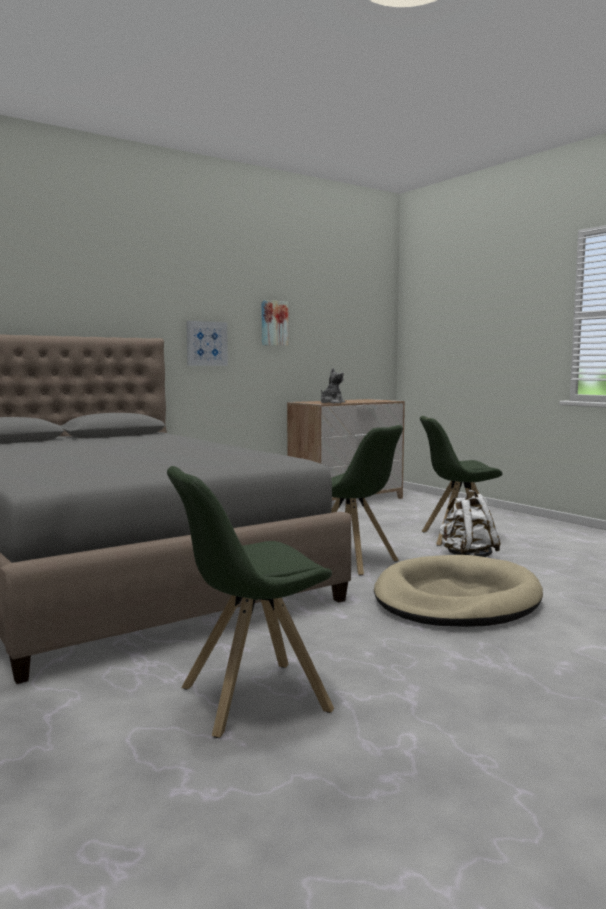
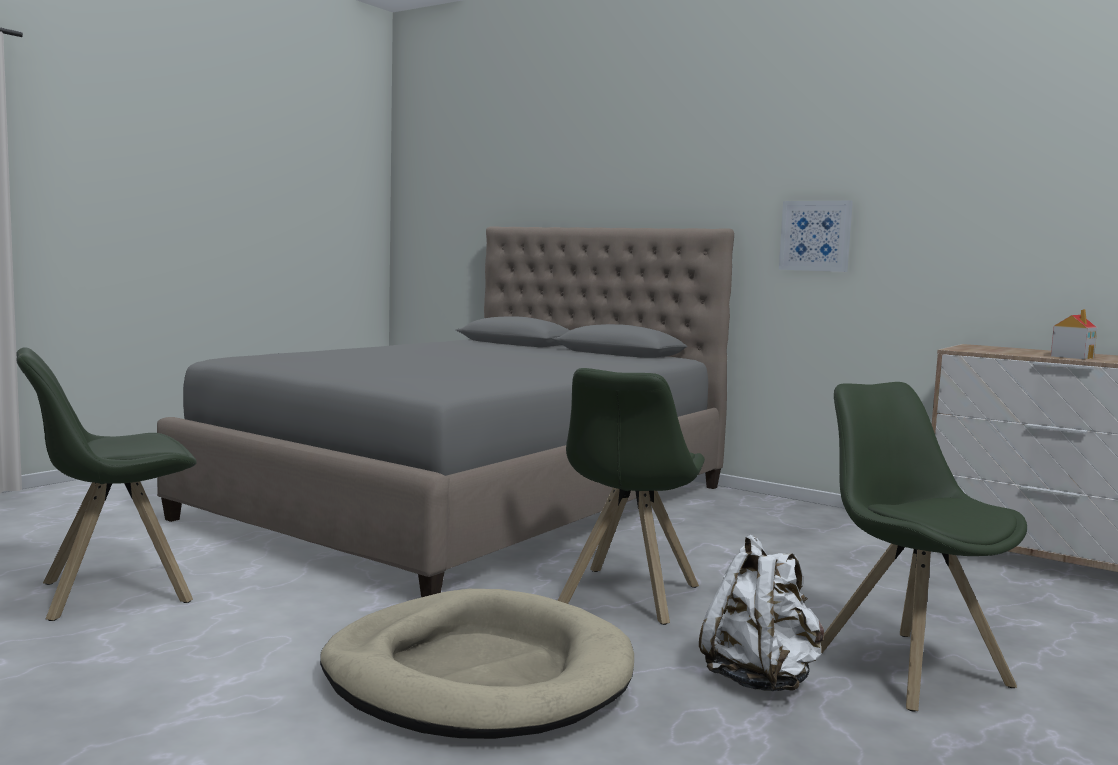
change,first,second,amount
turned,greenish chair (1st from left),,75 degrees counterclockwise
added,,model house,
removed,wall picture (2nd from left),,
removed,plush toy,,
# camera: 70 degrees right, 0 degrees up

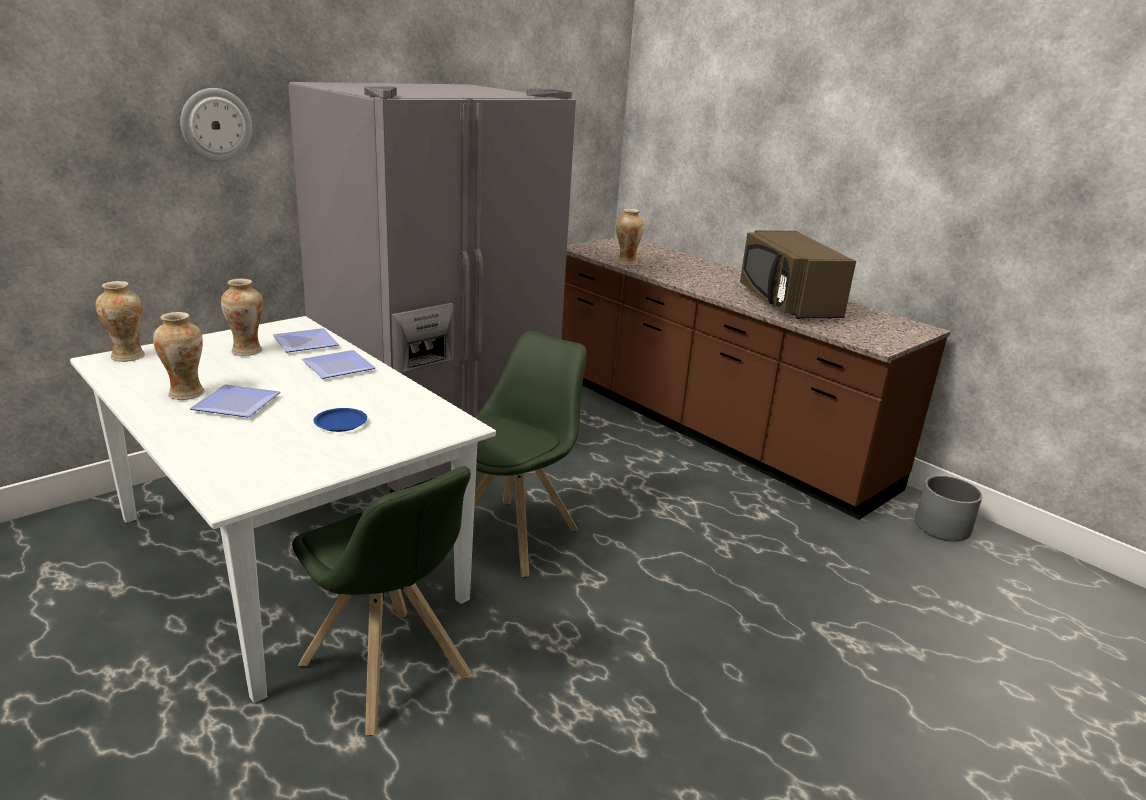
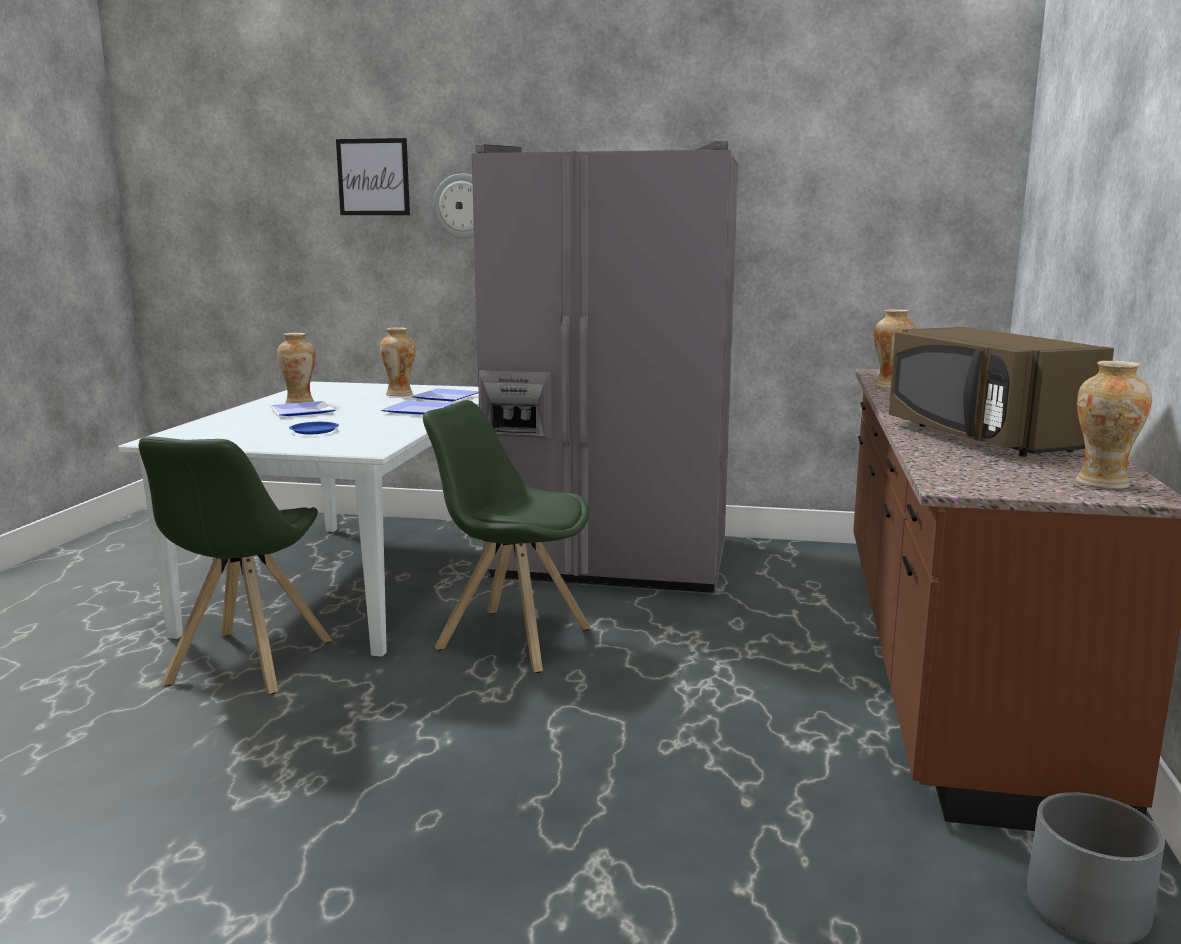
change,first,second,amount
added,,wall picture,
turned,greenish chair (2nd from left),,150 degrees counterclockwise
turned,brown-coloured kitchen microwave,,60 degrees counterclockwise
moved,decorative vase (1st from left in the first image),decorative vase (4th from left),
# camera: 55 degrees right, 10 degrees down

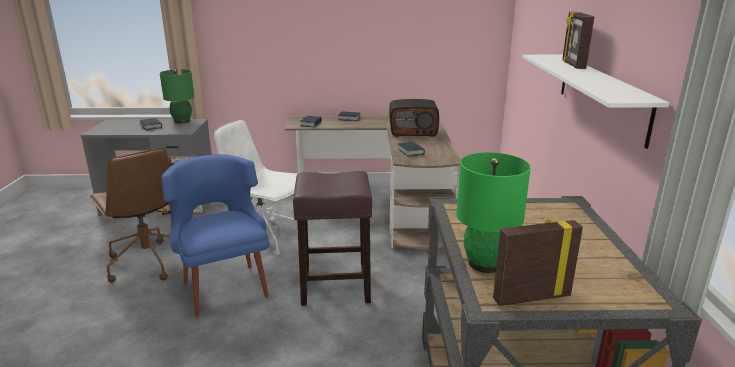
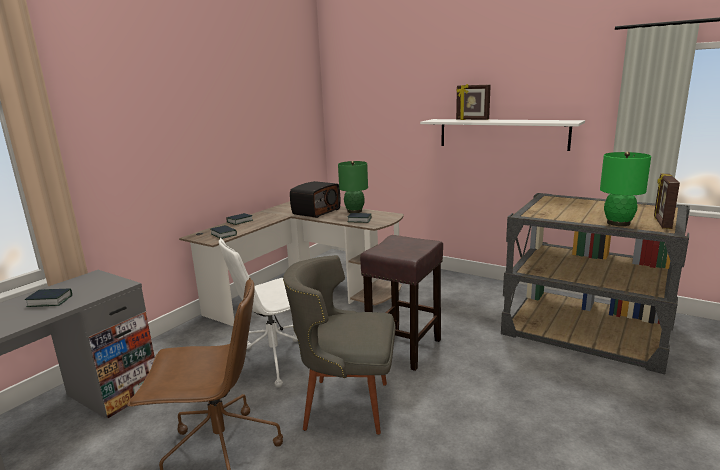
change,first,second,amount
recoloured,blue chair,grey chair,
moved,greenish lamp for a table (1st from left),,
# camera: 55 degrees left, 5 degrees down

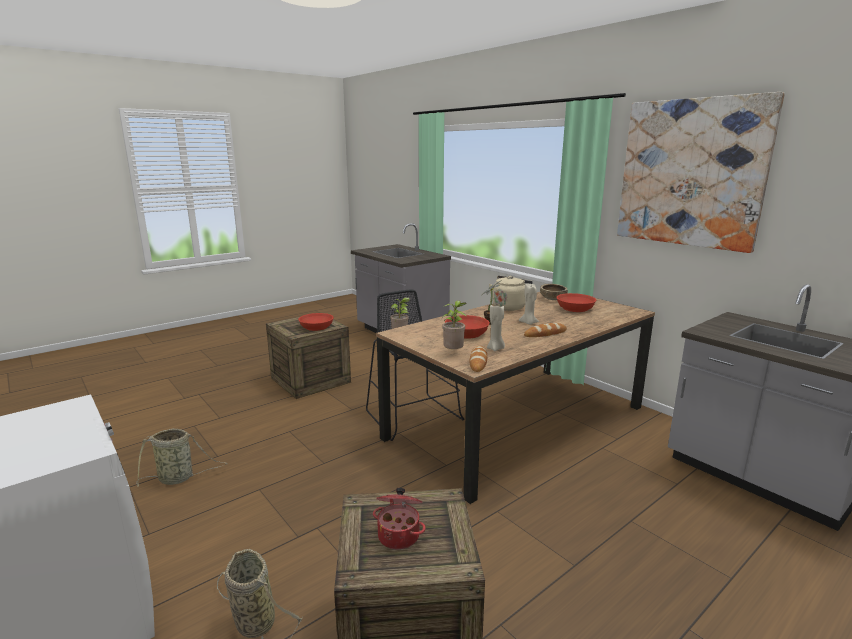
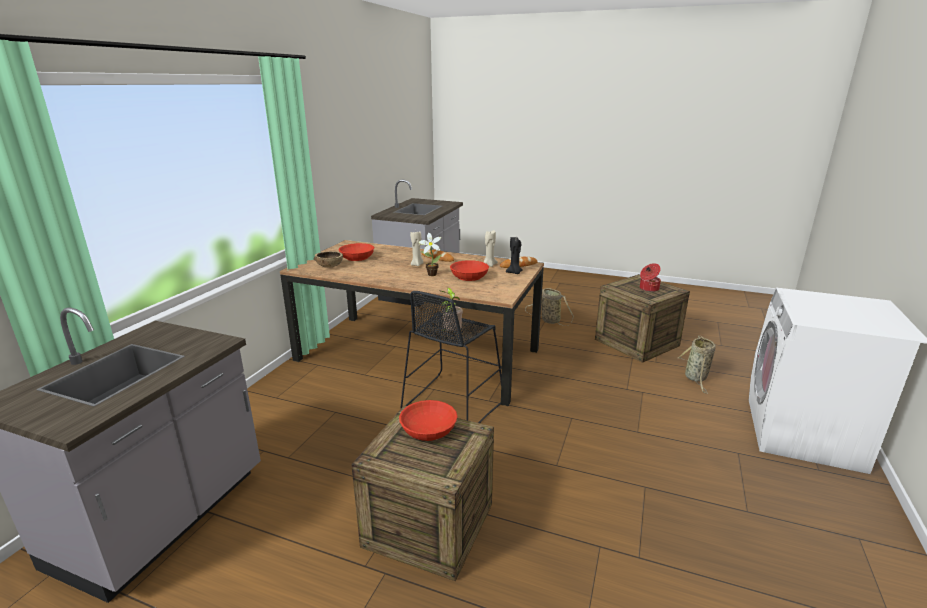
change,first,second,amount
replaced,potted plant (2nd from left),blackish wax candle,
moved,basket (1st from left),,
removed,beige-coloured water kettle,,
removed,wall picture,,
# camera: 120 degrees left, 5 degrees up

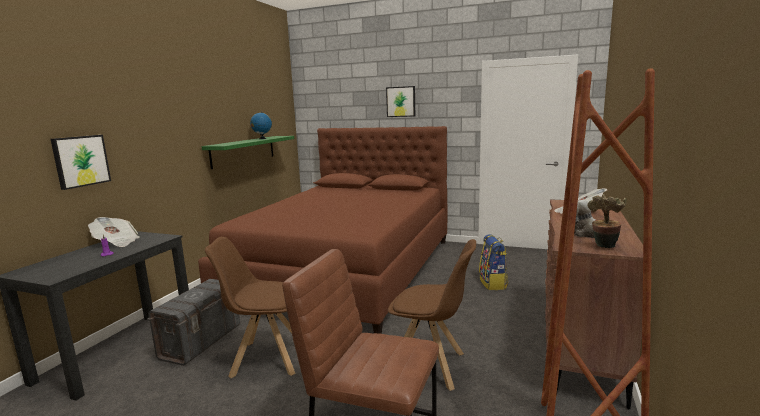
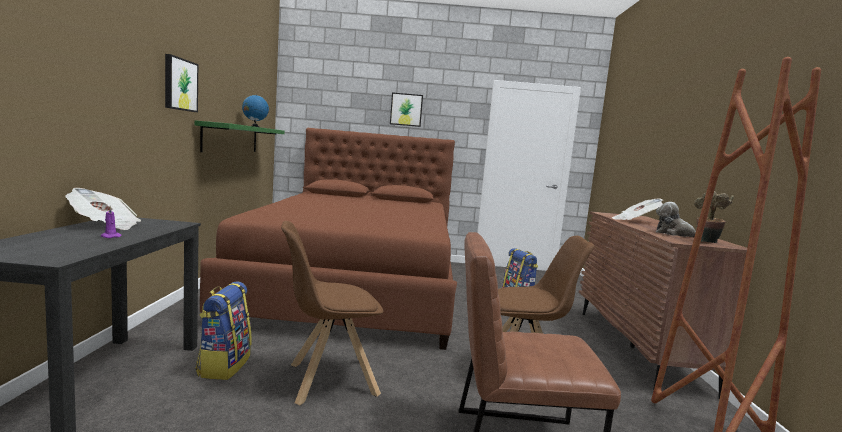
change,first,second,amount
moved,wall picture (1st from left),,
replaced,grey storage box,rucksack (1st from left),
# camera: 20 degrees left, 5 degrees down

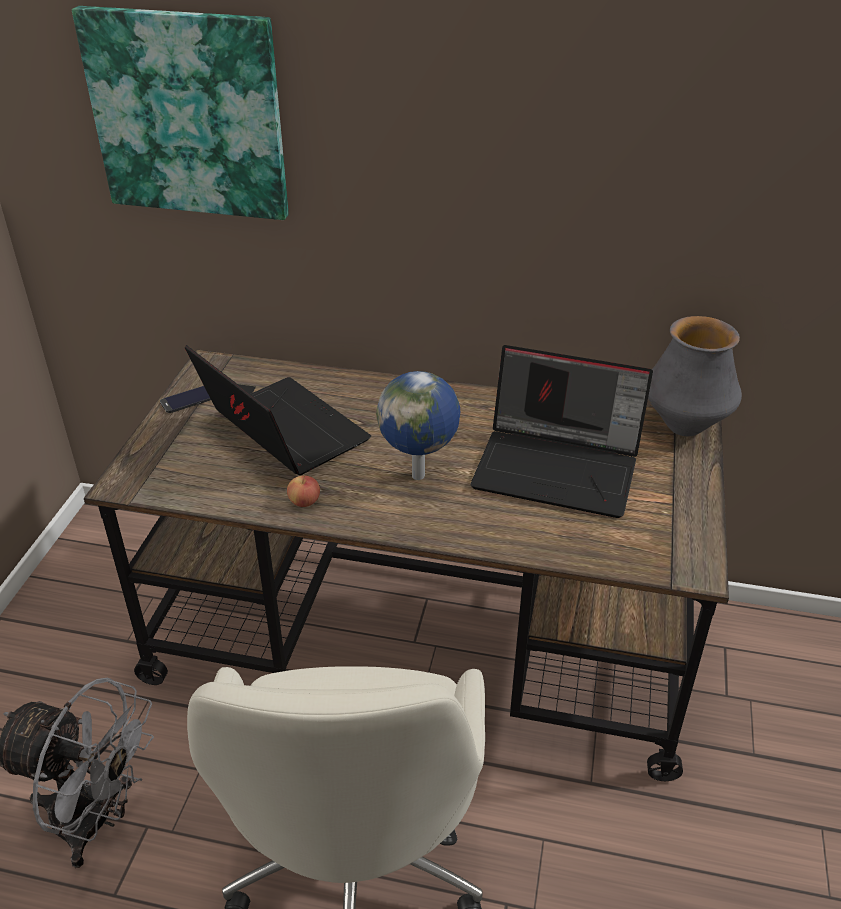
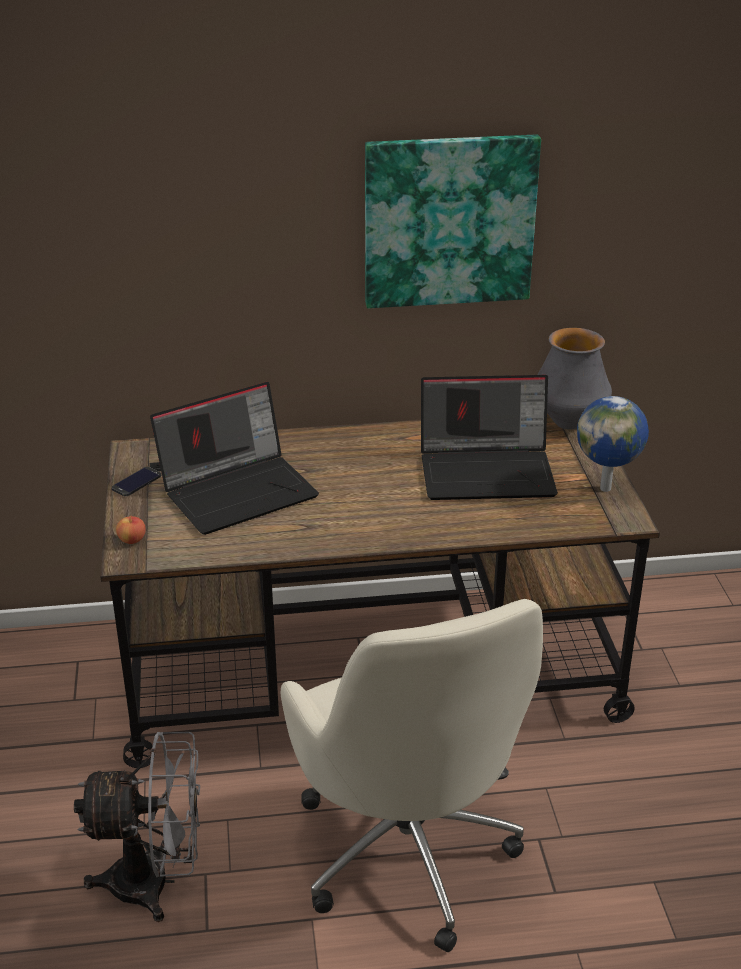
change,first,second,amount
moved,apple,,
turned,portable computer (1st from left),,120 degrees clockwise
moved,wall picture,,
moved,world globe,,
# camera: 20 degrees left, 5 degrees down

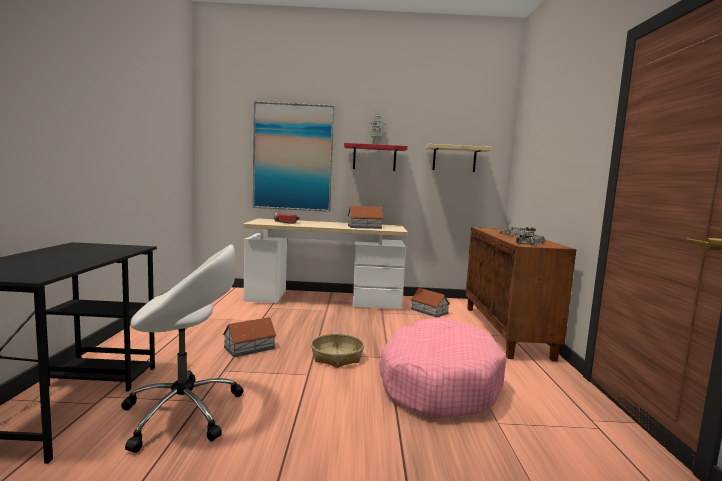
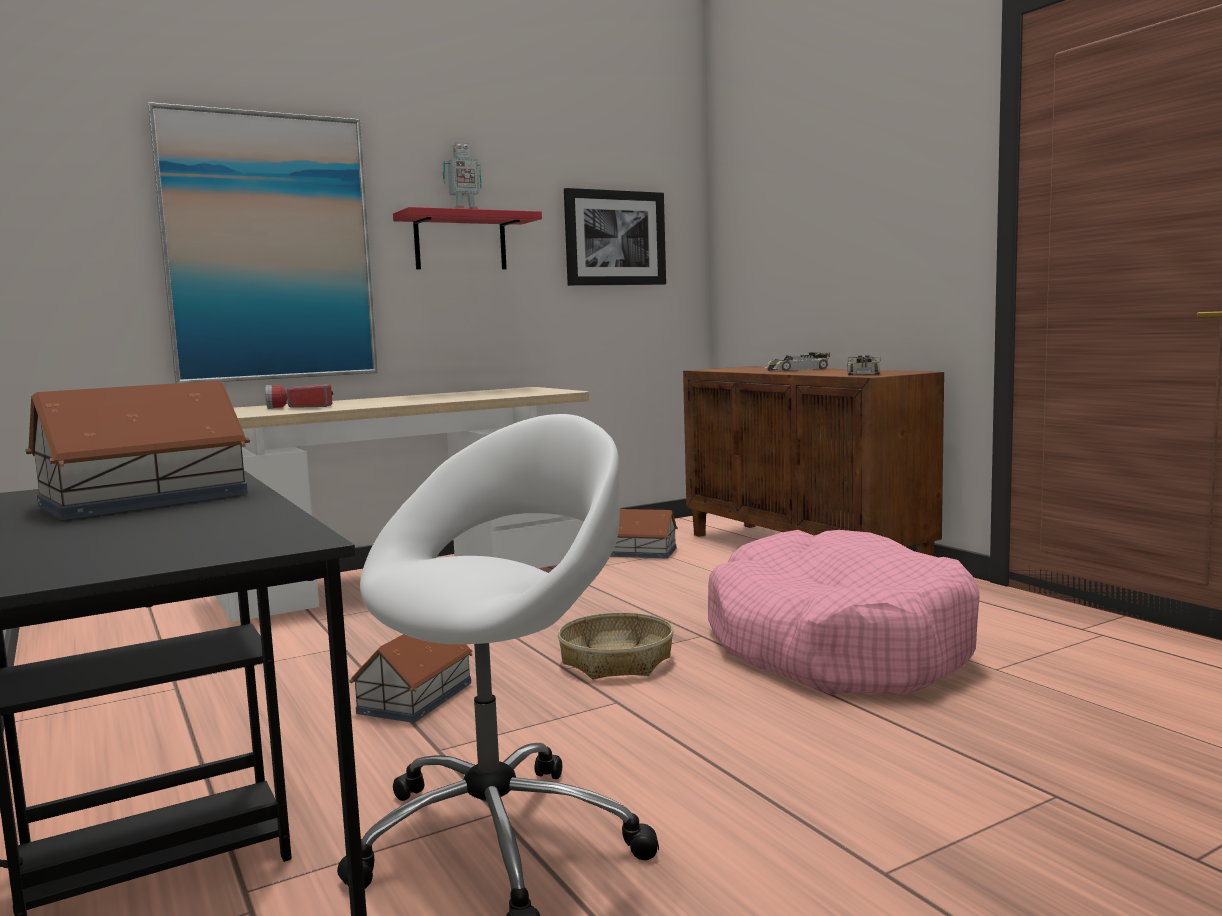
change,first,second,amount
moved,model house (2nd from left in the first image),model house (1st from left),
replaced,beige-coloured bracket shelf,wall picture (2nd from left),
# camera: 30 degrees left, 0 degrees up

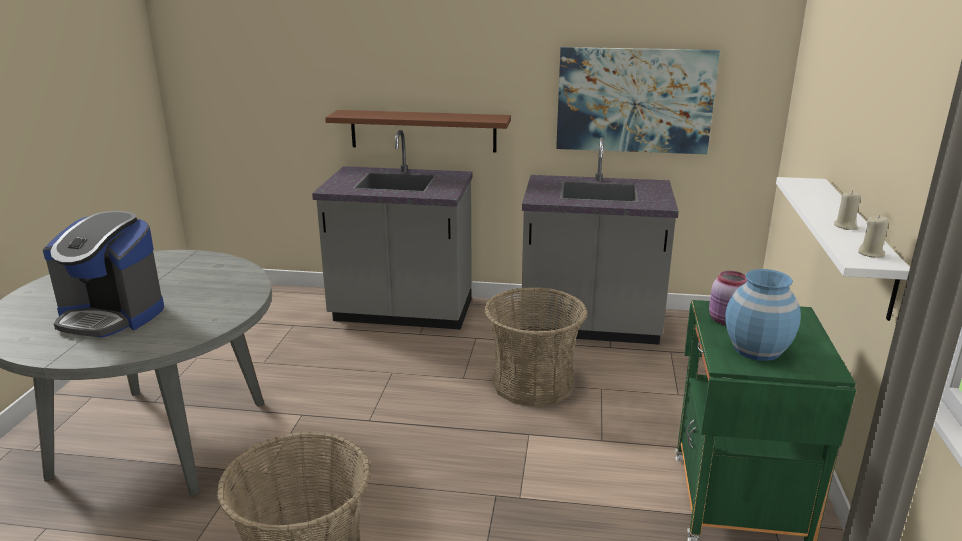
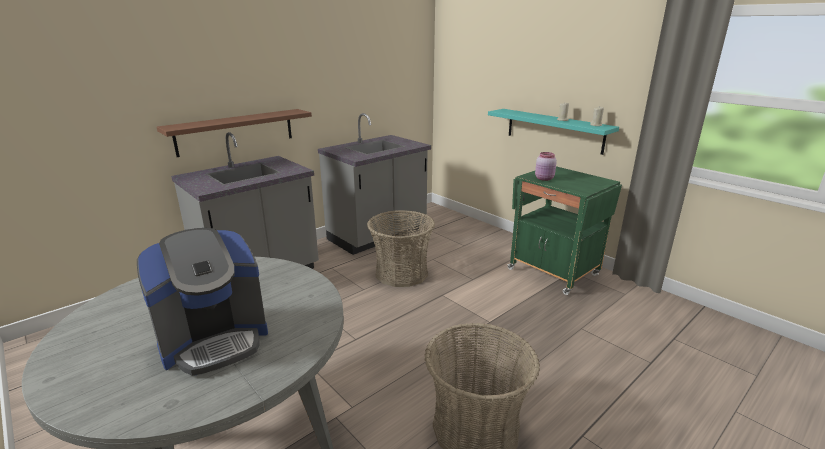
change,first,second,amount
recoloured,whitish bracket shelf,turquoise-coloured bracket shelf,
removed,wall picture,,
removed,blue decorative vase,,
# camera: 50 degrees left, 0 degrees up

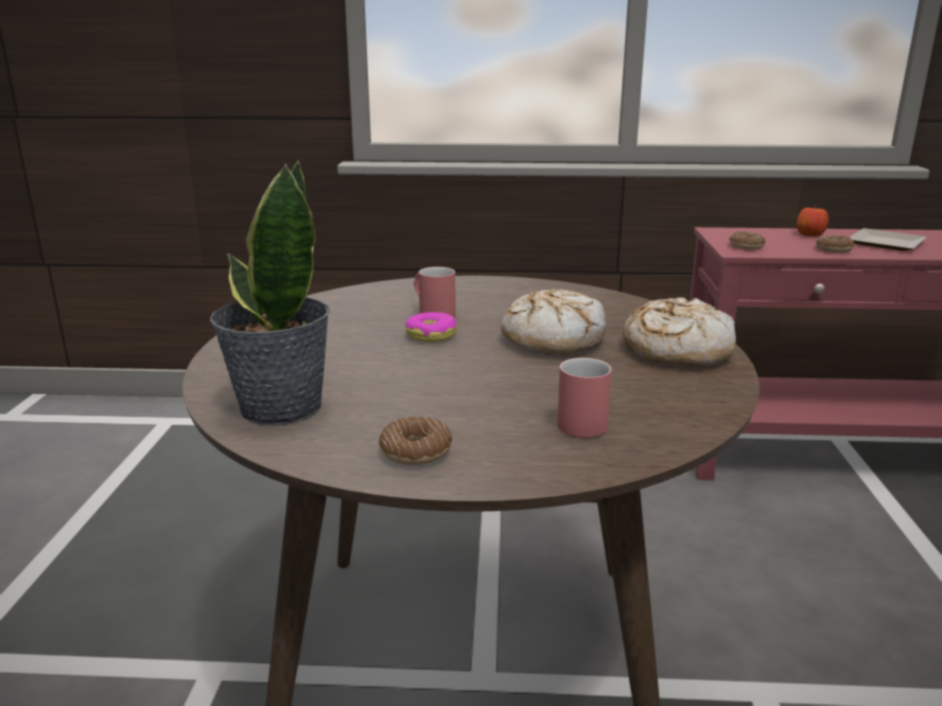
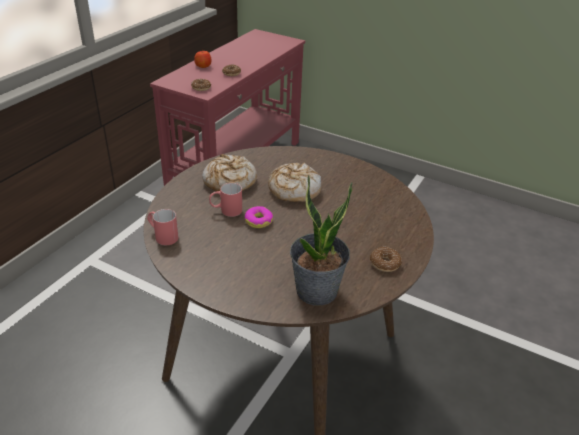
change,first,second,amount
moved,reddish mug (2nd from left in the first image),reddish mug (1st from left),
moved,bakery bread (2nd from left in the first image),bakery bread (1st from left),
removed,plate,,
# camera: 65 degrees left, 15 degrees up

